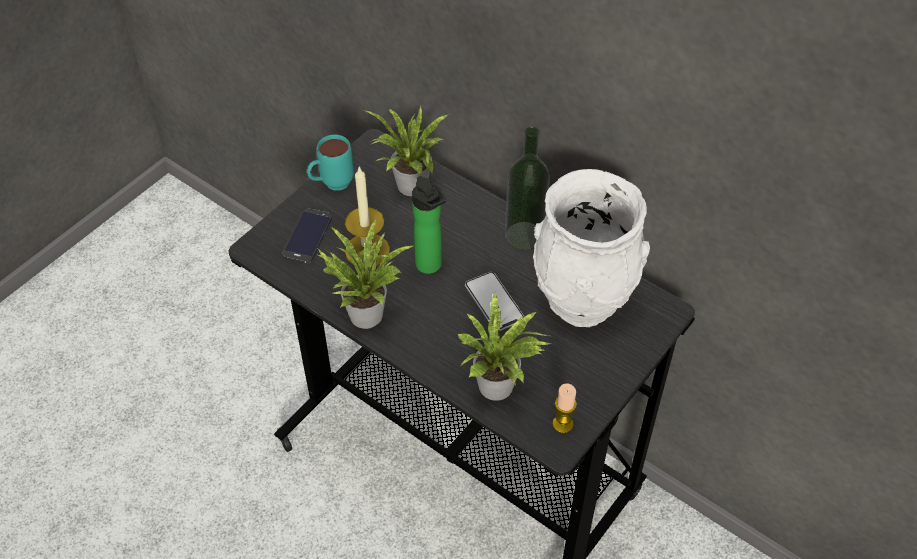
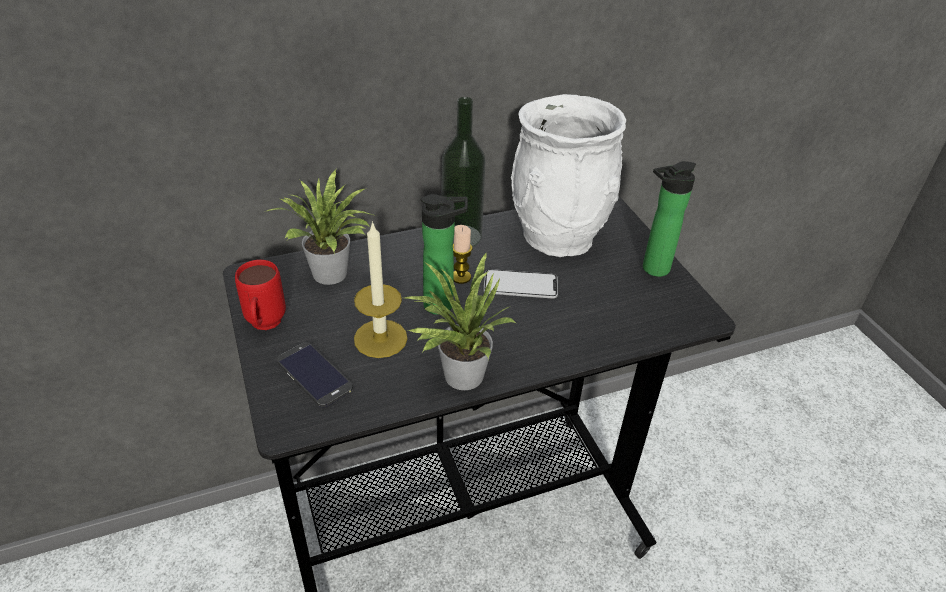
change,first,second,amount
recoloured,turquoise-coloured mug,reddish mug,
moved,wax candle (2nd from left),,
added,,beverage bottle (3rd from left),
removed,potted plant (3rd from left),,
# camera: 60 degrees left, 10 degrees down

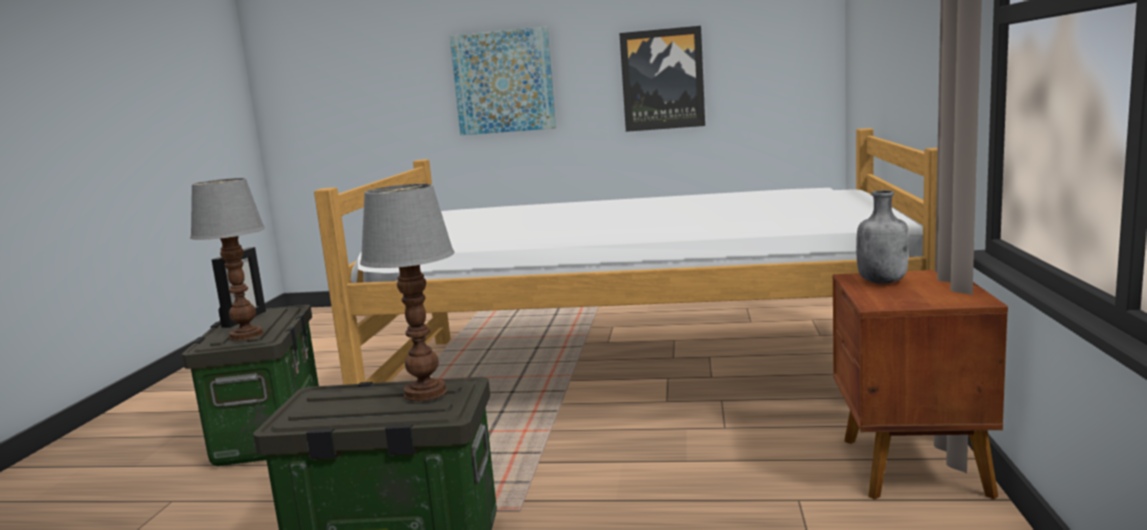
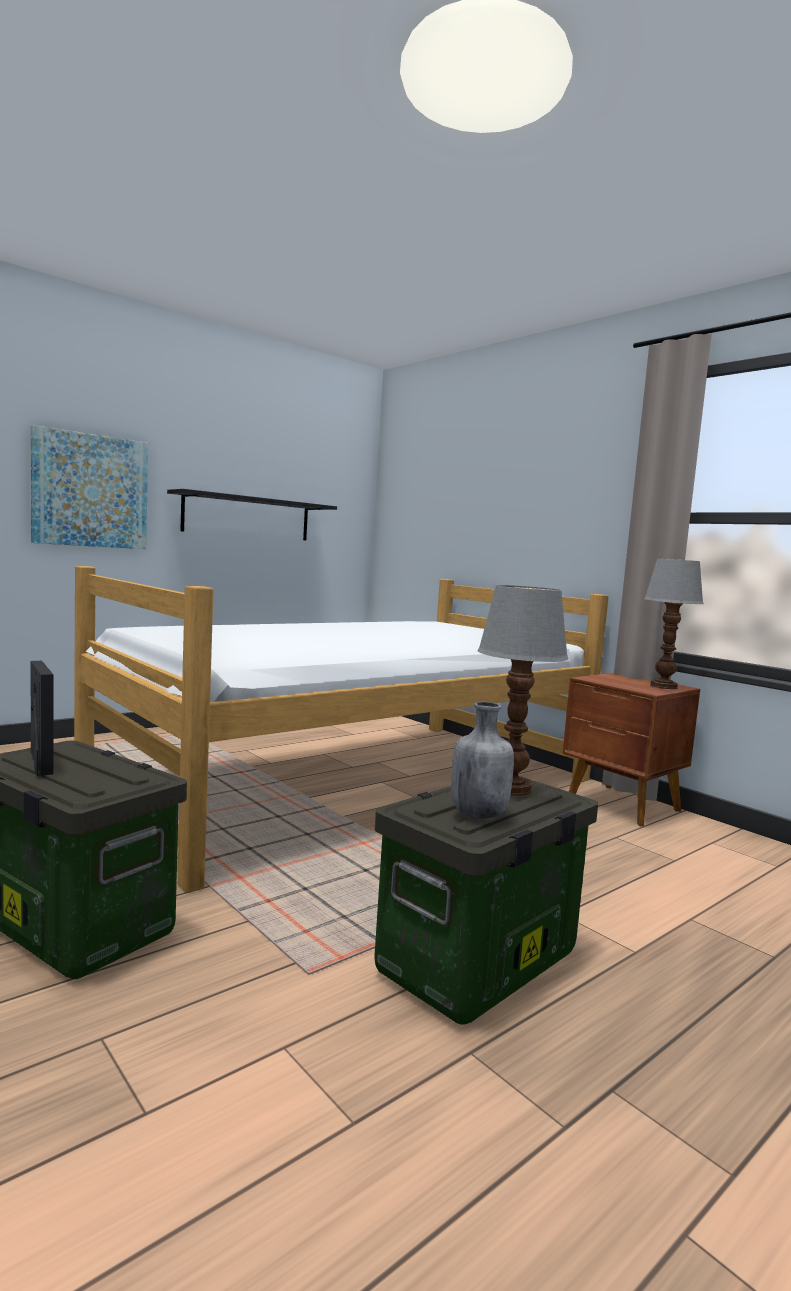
change,first,second,amount
replaced,wall picture (2nd from left),blackish bracket shelf,
moved,grey beverage bottle,,
moved,lamp for a table (1st from left in the first image),lamp for a table (2nd from left),
# camera: 50 degrees left, 5 degrees down

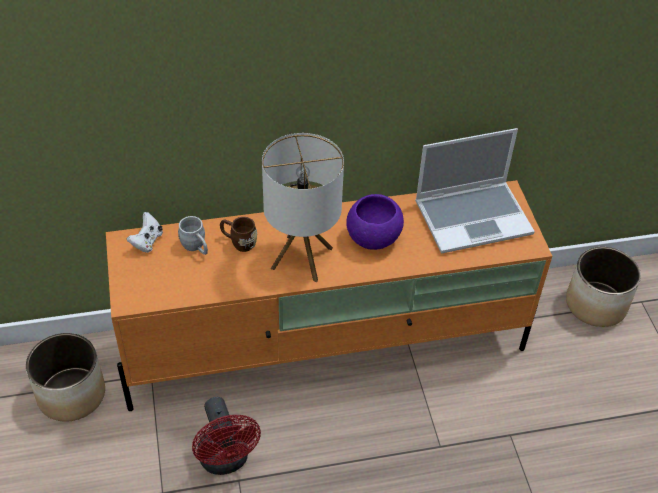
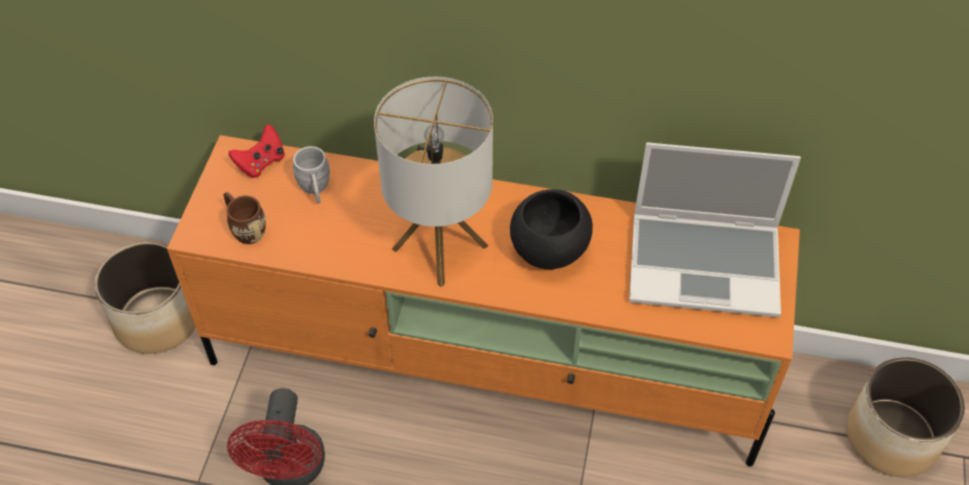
change,first,second,amount
moved,brown-coloured mug,,
recoloured,whitish joypad,reddish joypad,
recoloured,purple serving bowl,blackish serving bowl,
# camera: 25 degrees right, 5 degrees up

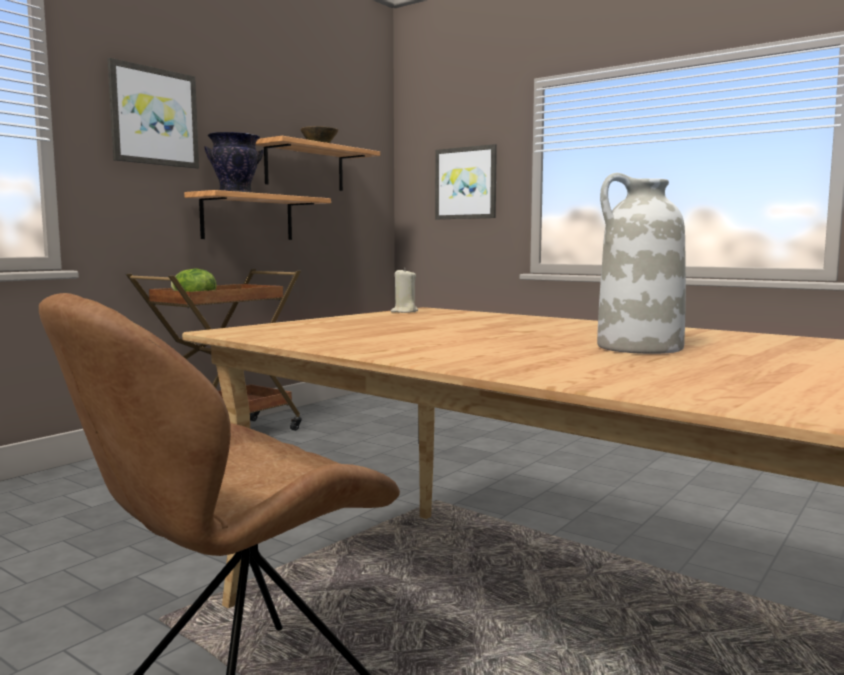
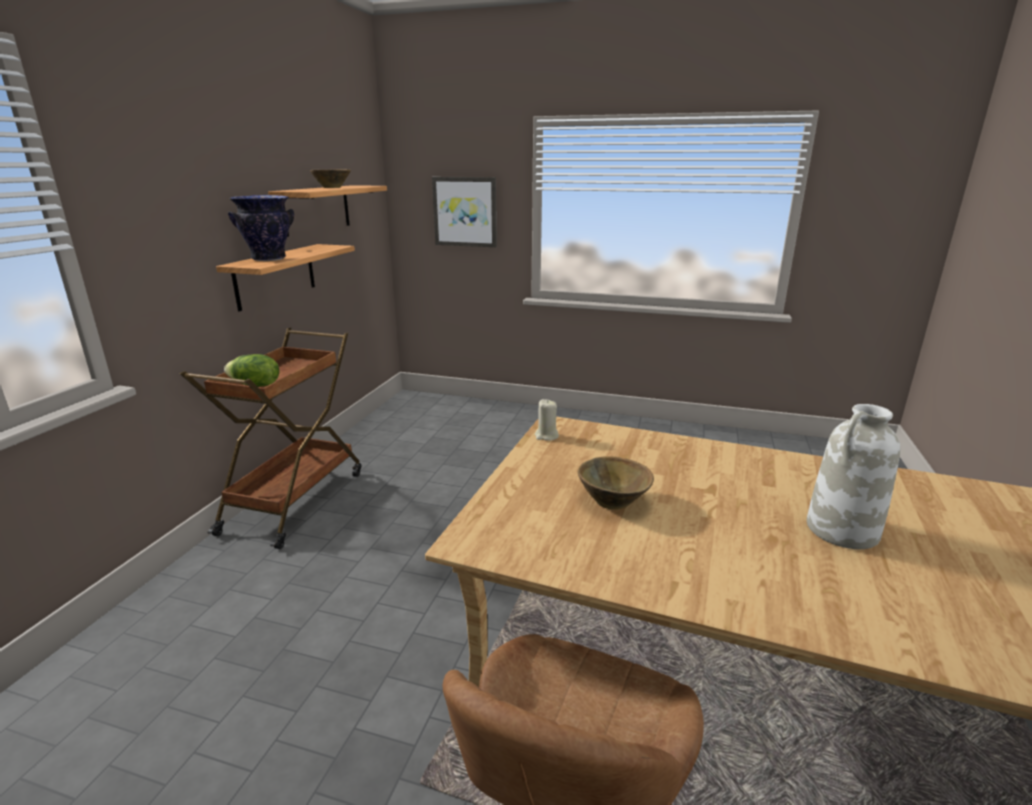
change,first,second,amount
added,,brown-coloured serving bowl (2nd from left),
removed,wall picture (1st from left),,
# camera: 20 degrees left, 15 degrees up

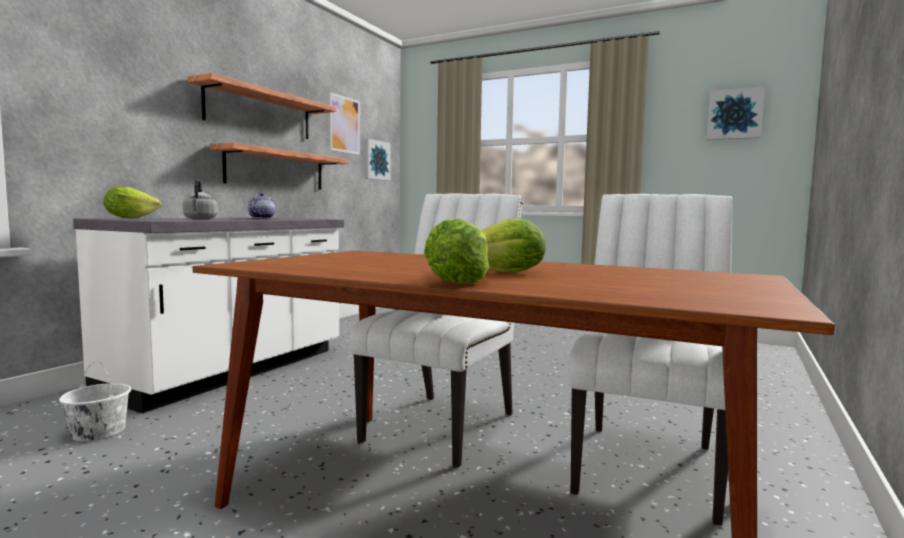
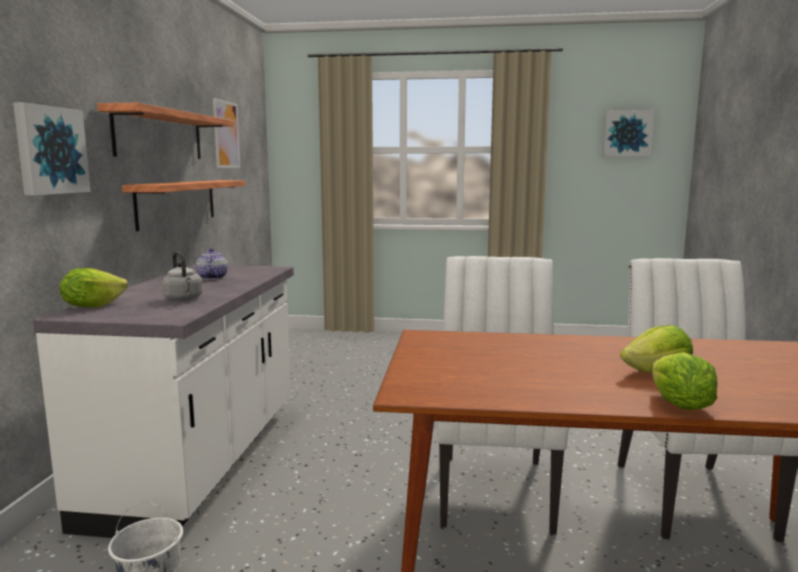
change,first,second,amount
moved,wall picture (2nd from left in the first image),wall picture (1st from left),
# camera: 20 degrees left, 5 degrees up

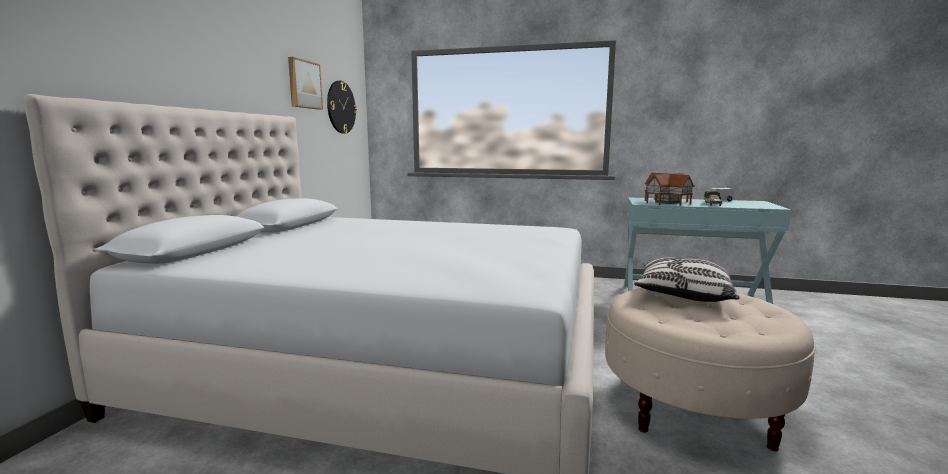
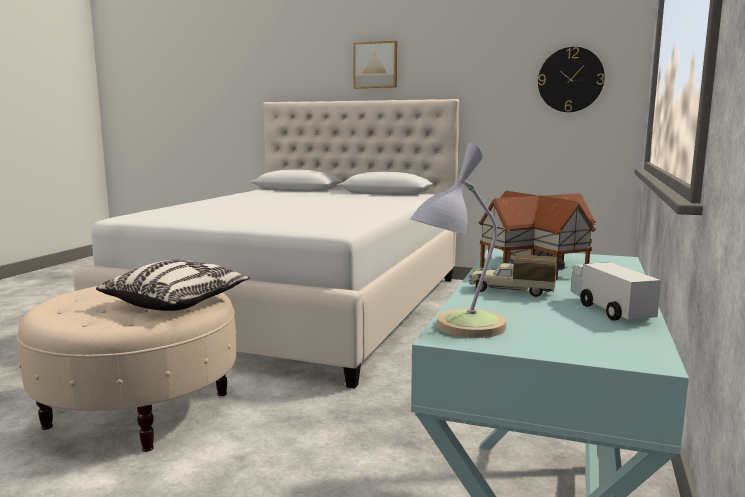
change,first,second,amount
moved,wall picture,,
added,,lamp for a table,
# camera: 95 degrees right, 0 degrees up

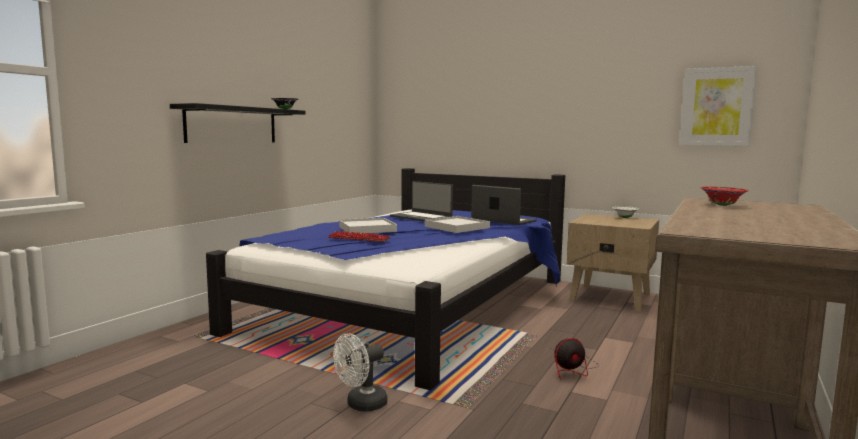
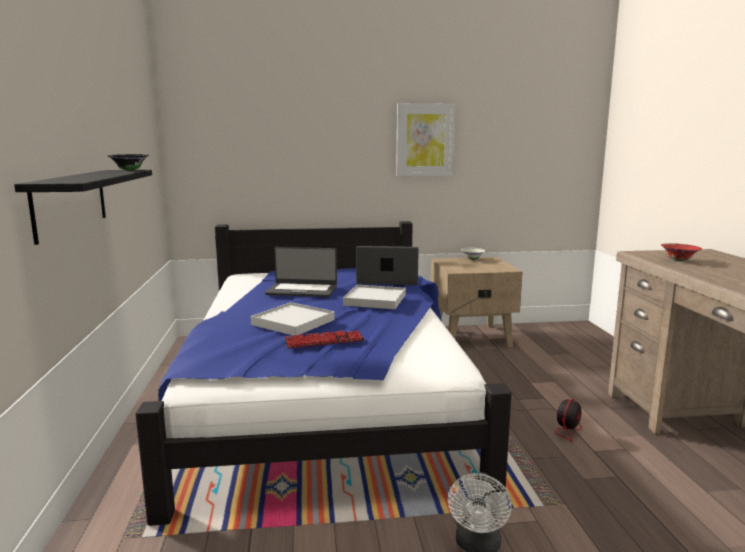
change,first,second,amount
moved,wall picture,,
# camera: 35 degrees left, 5 degrees up

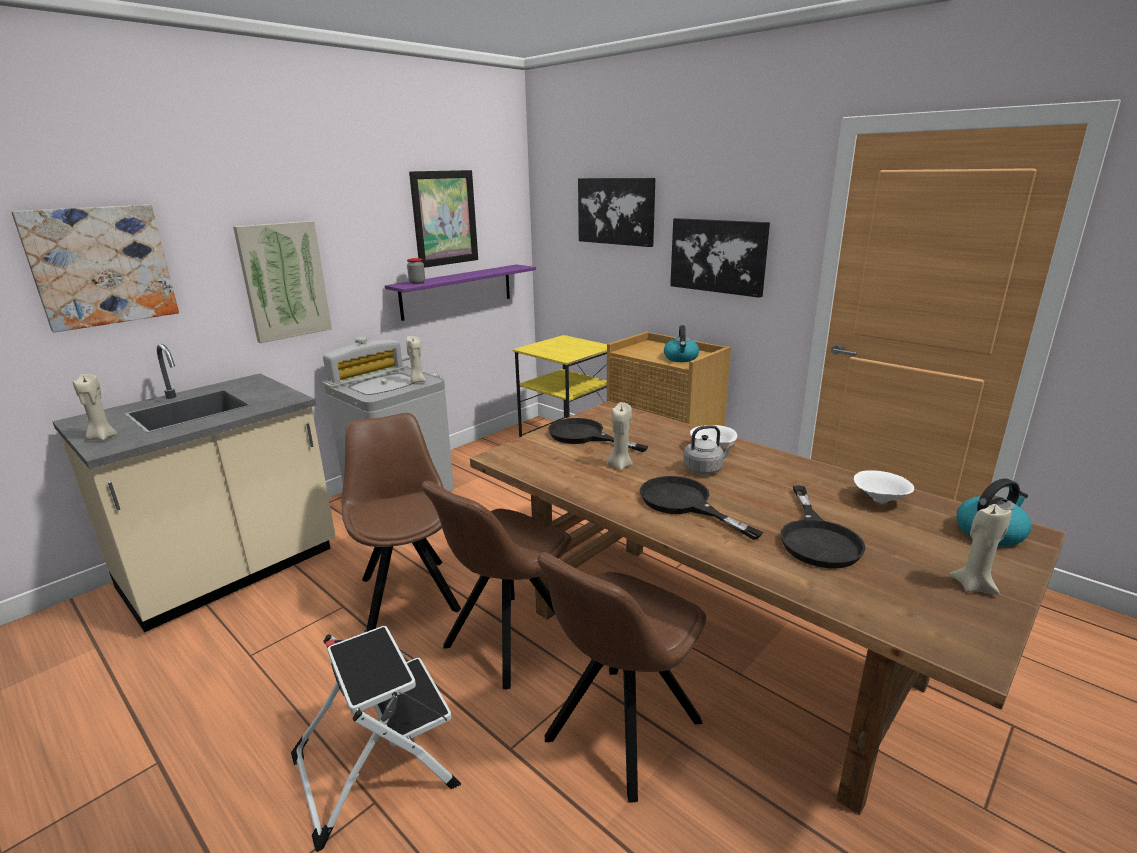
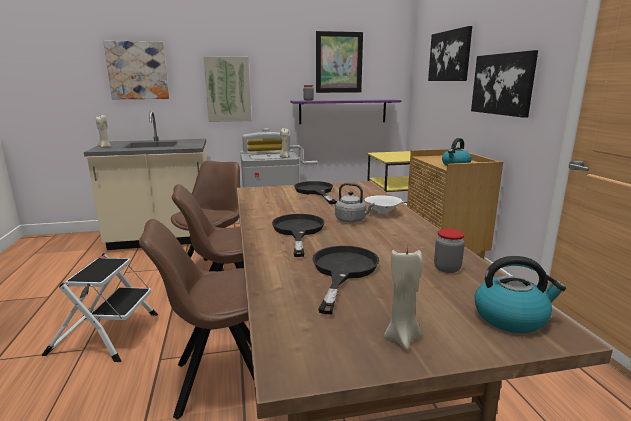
change,first,second,amount
turned,blackish skillet (3rd from left),,150 degrees clockwise
replaced,whitish serving bowl (2nd from left),storage jar (2nd from left),
removed,beige-coloured wax candle (3rd from left),,
# camera: 35 degrees right, 5 degrees down

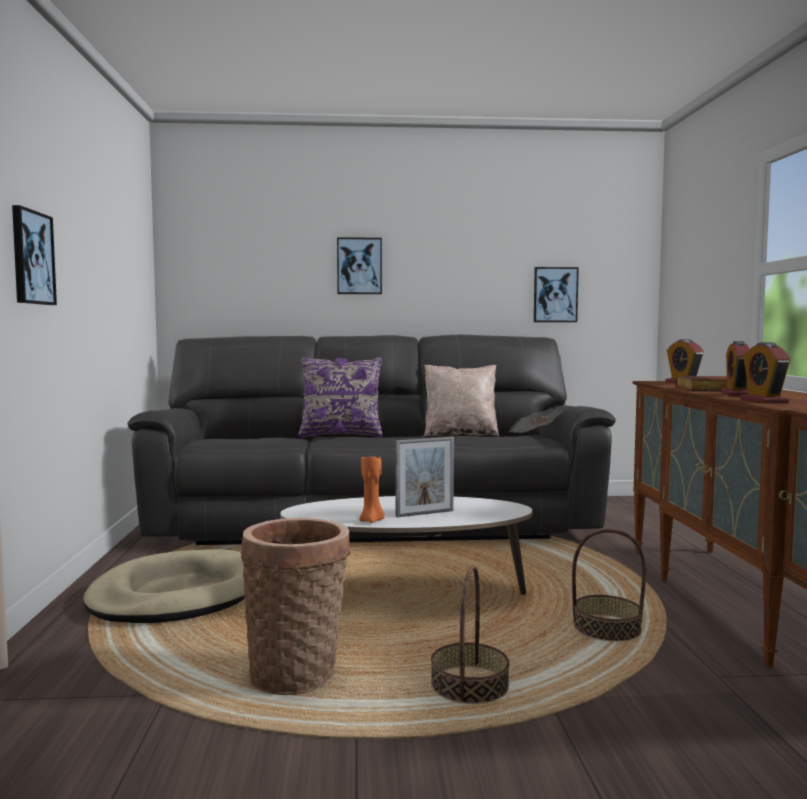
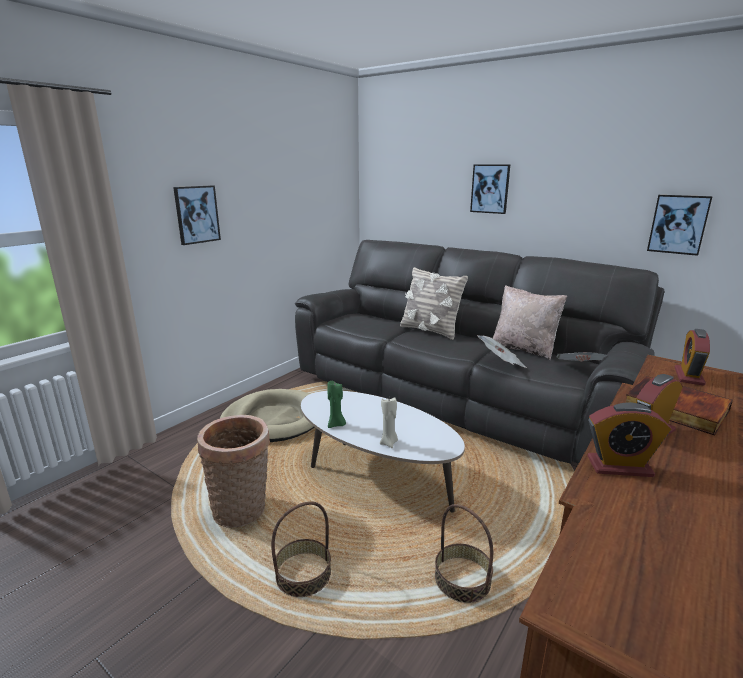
change,first,second,amount
recoloured,orangey wax candle,greenish wax candle,
added,,beige-coloured wax candle,
recoloured,purple cushion,beige-coloured cushion (1st from left),
added,,newspaper (1st from left),
turned,alarm clock (3rd from left in the first image),alarm clock (1st from left),120 degrees counterclockwise
removed,picture frame,,
# camera: 40 degrees right, 15 degrees up

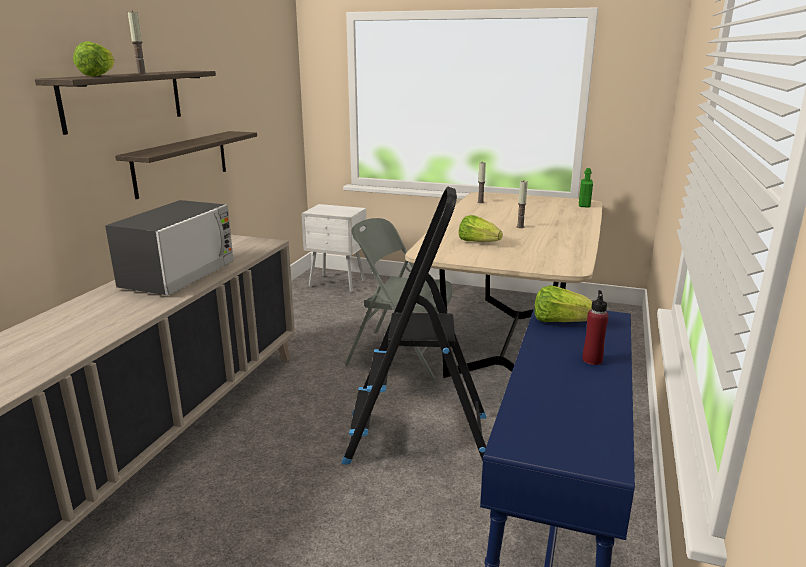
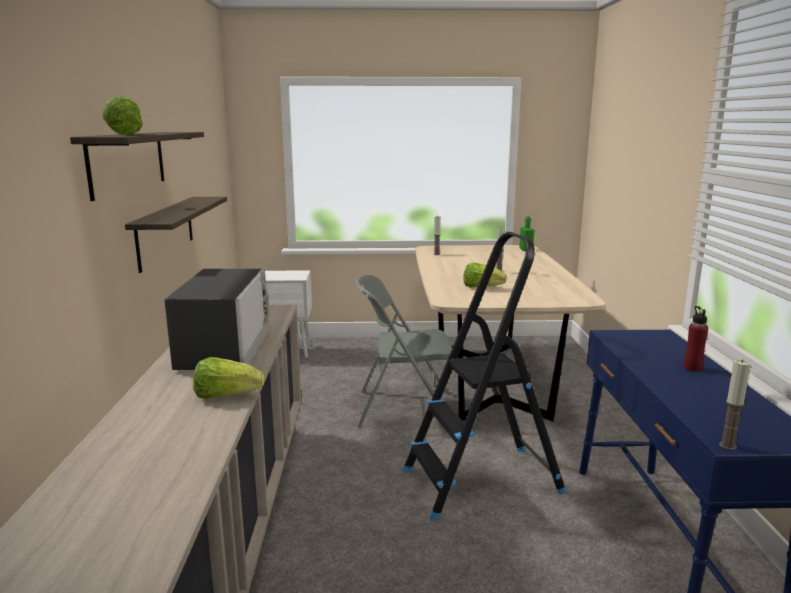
change,first,second,amount
moved,lettuce head (3rd from left in the first image),lettuce head (2nd from left),
moved,wax candle (1st from left in the first image),wax candle (3rd from left),
# camera: 20 degrees left, 5 degrees down

